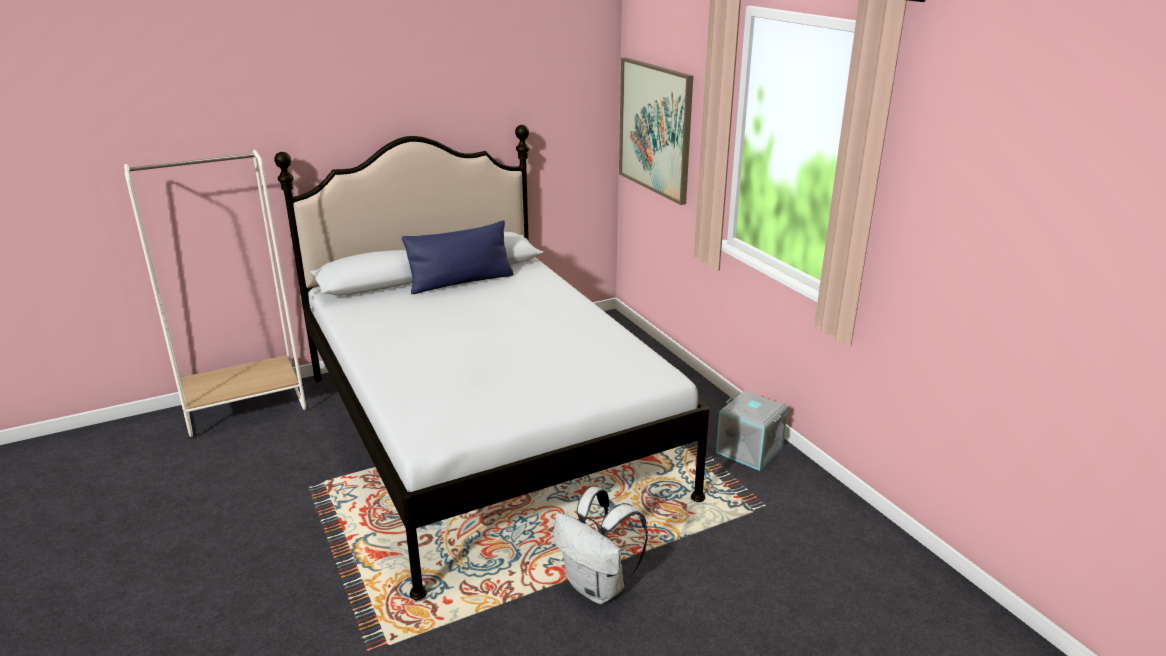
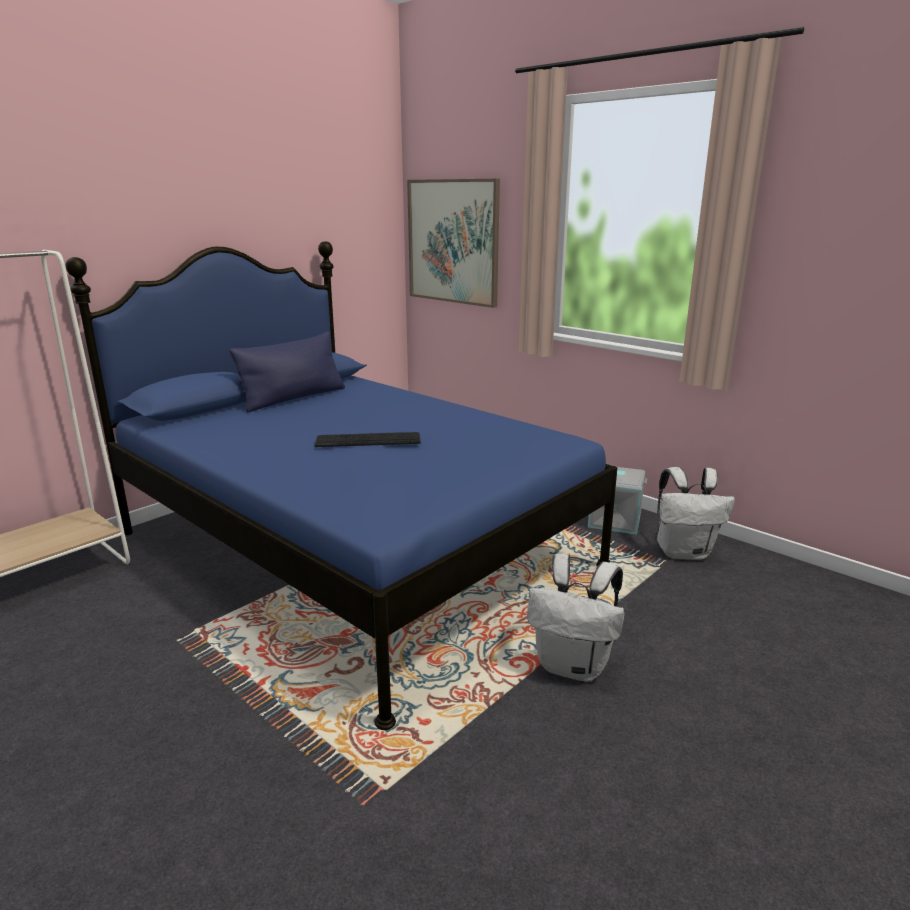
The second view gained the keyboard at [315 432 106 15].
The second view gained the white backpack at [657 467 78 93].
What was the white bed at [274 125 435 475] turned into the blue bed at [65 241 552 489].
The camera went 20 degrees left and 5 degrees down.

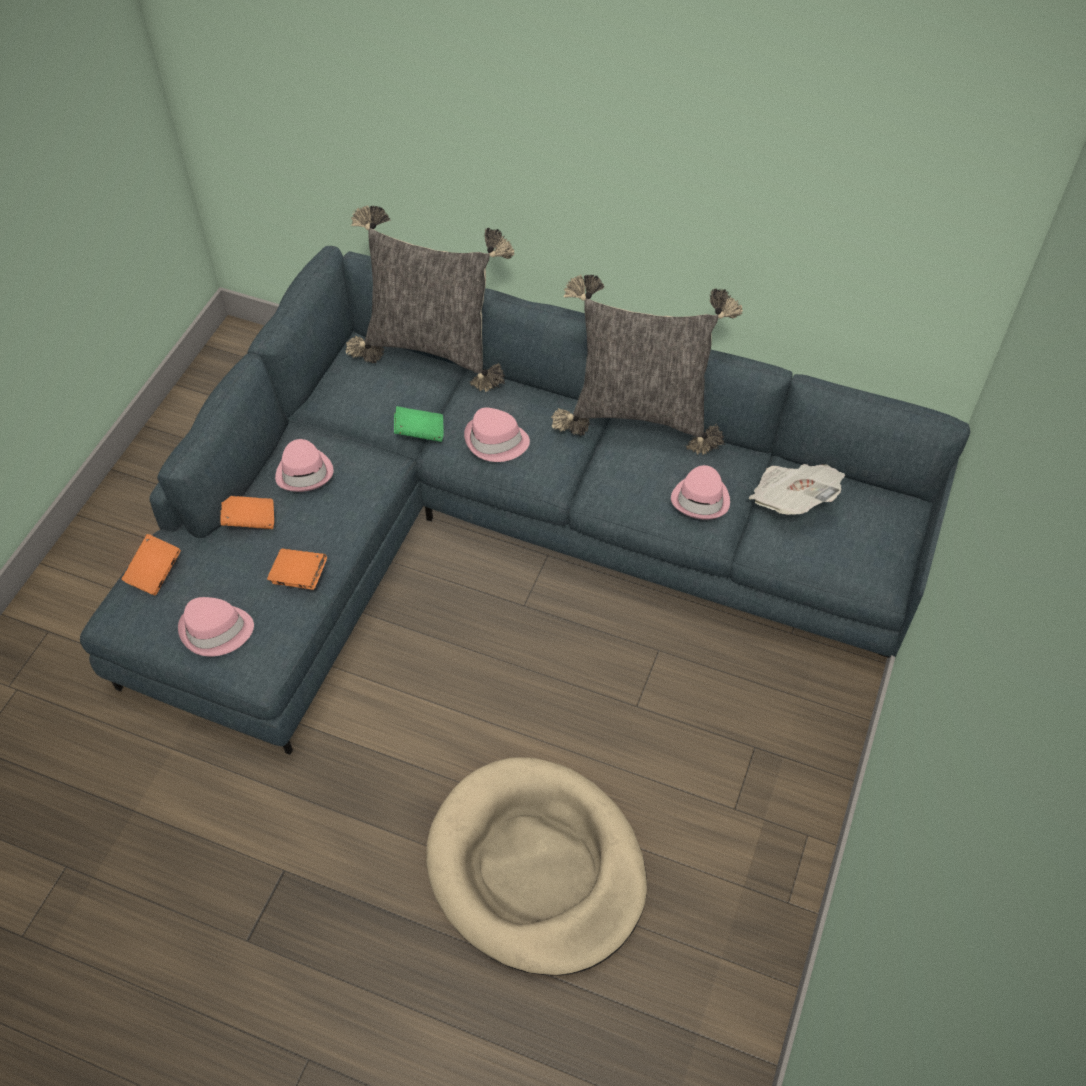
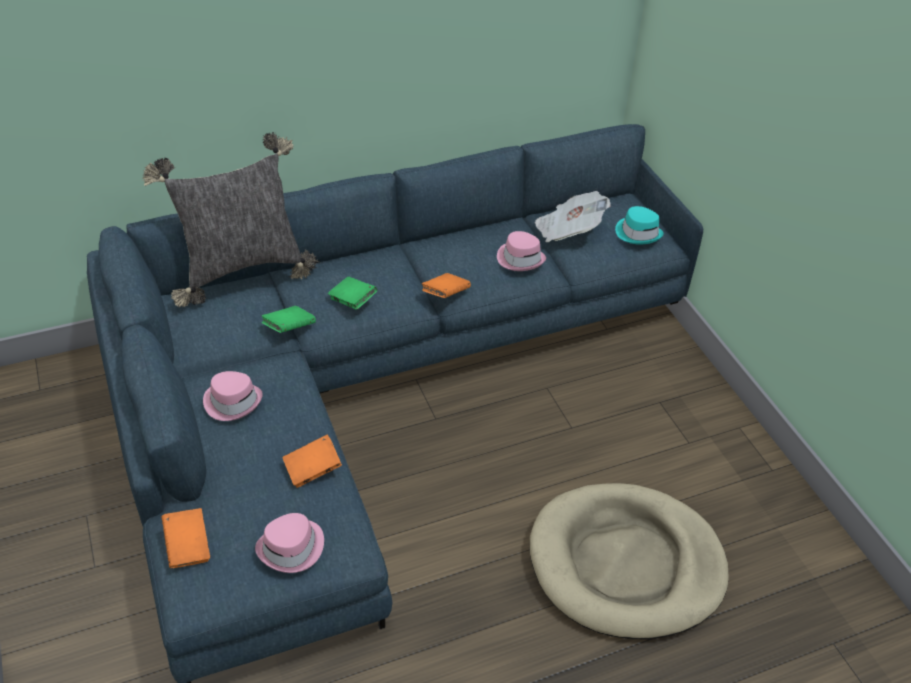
The second view lost the pillow at [551 275 192 180].
The second view gained the turquoise hat at [615 206 49 39].
The orange book ended up elsewhere, having gone from [220 496 54 33] to [422 273 49 25].
Where the pink hat stood at [464 408 66 54], the green book came to stand at [328 277 49 33].
The camera went 45 degrees left and 10 degrees down.

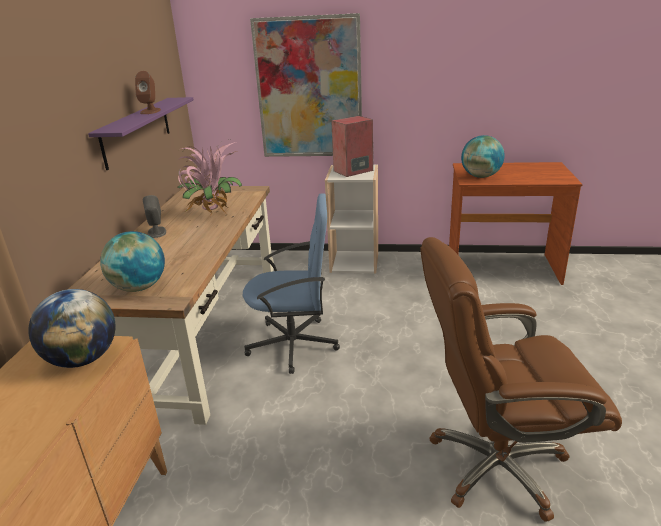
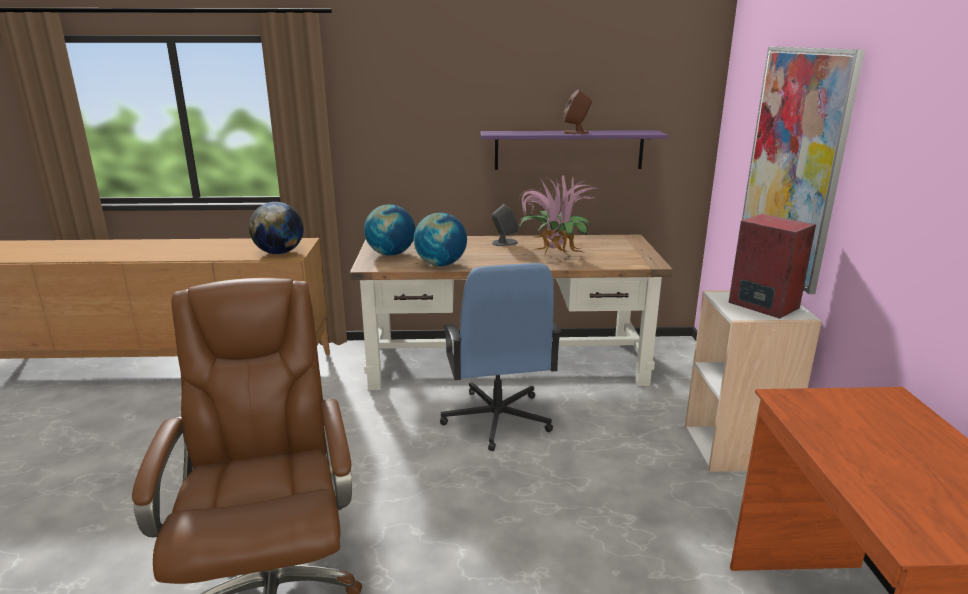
The globe ended up elsewhere, having gone from [461 135 44 43] to [414 213 53 53].
The camera went 80 degrees right and 5 degrees down.

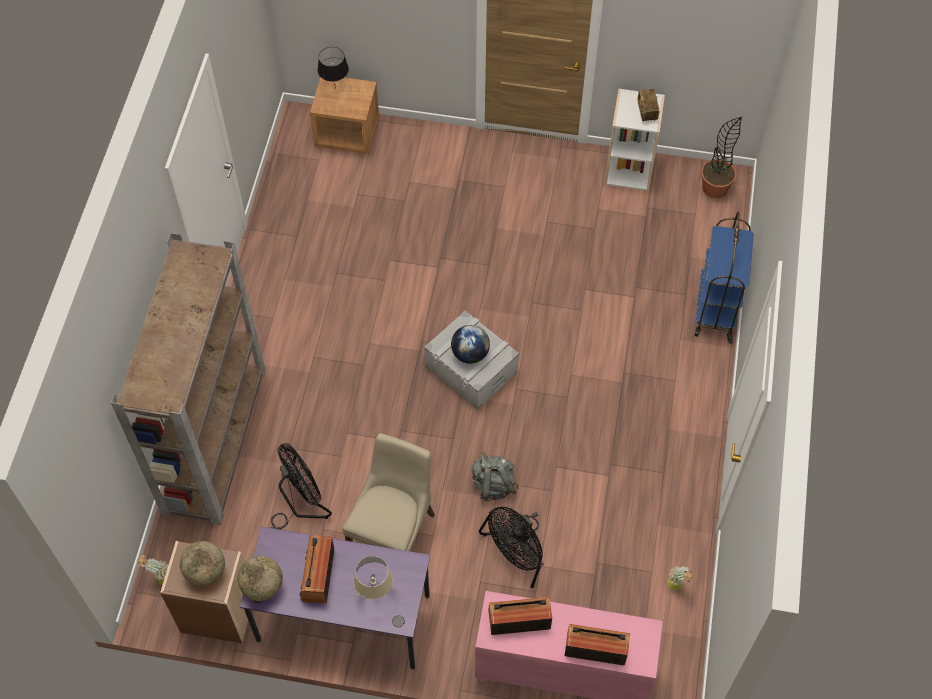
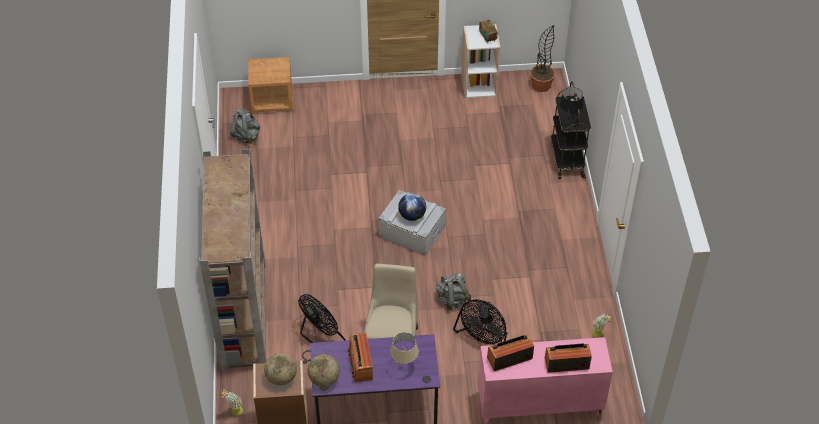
The second view gained the grey backpack at [230 108 30 36].
The black table lamp ended up elsewhere, having gone from [317 47 32 36] to [560 87 24 33].
What was the blue cart at [694 212 60 132] turned into the black cart at [551 81 40 98].
The camera went 15 degrees left and 10 degrees down.

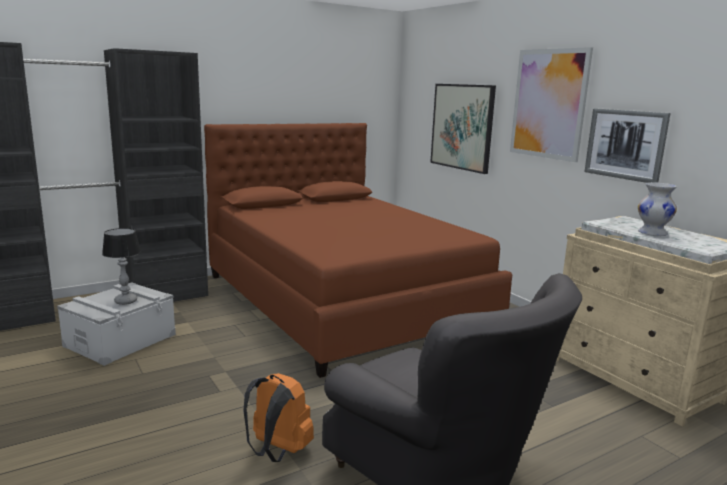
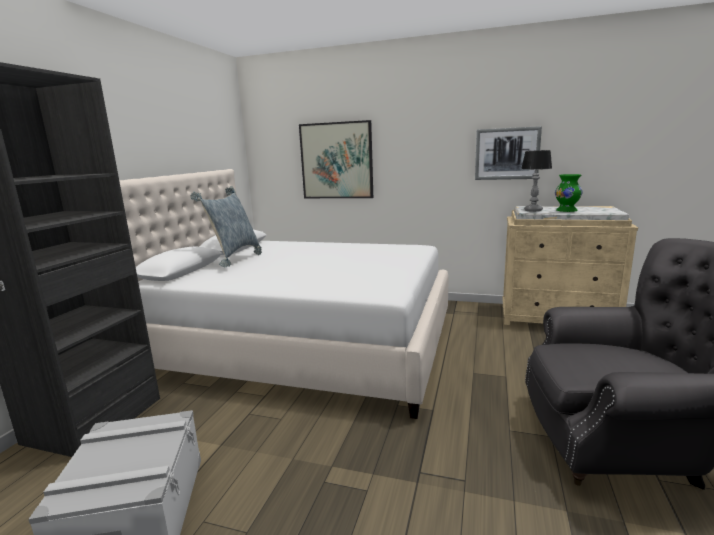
The second view lost the orange backpack at [243 373 71 89].
The second view lost the picture at [510 47 83 115].
The second view gained the pillow at [190 186 72 82].
The table lamp ended up elsewhere, having gone from [102 228 39 77] to [521 150 31 62].
What was the brown bed at [204 123 309 255] turned into the white bed at [119 169 330 250].
What was the white vase at [638 182 39 54] turned into the green vase at [555 174 28 38].
The camera went 40 degrees left and 0 degrees up.

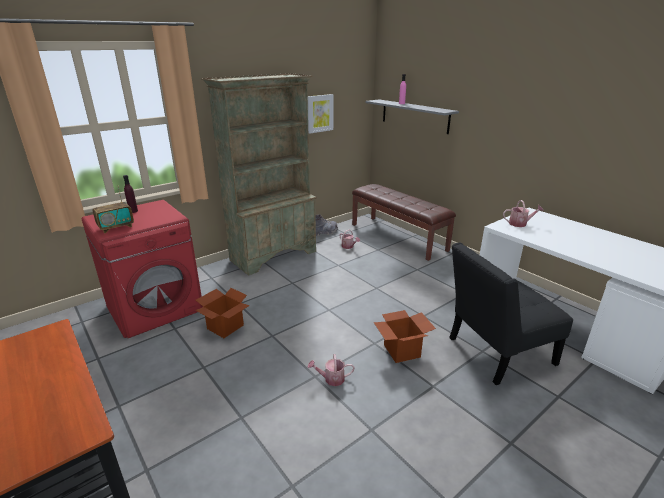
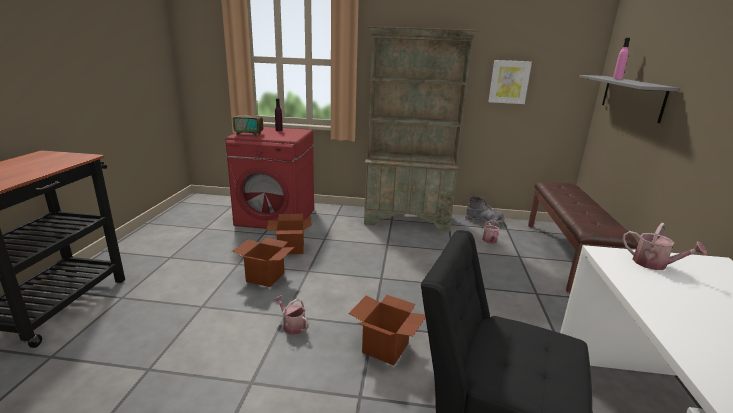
The second view gained the cardboard box at [232 238 63 49].
The camera went 45 degrees right and 5 degrees down.

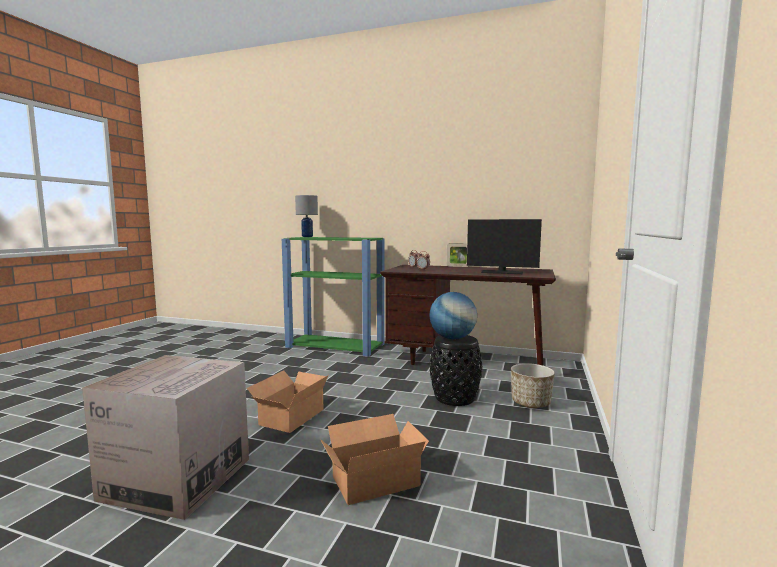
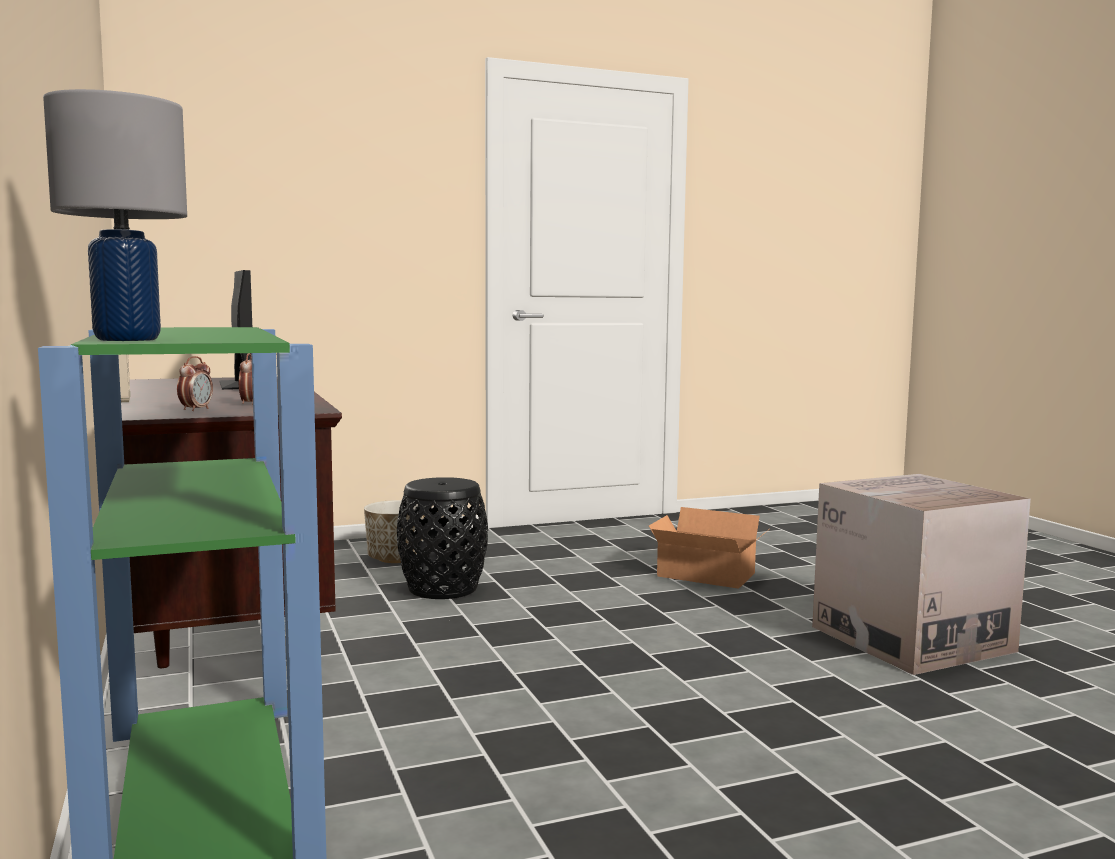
The second view lost the cardboard box at [247 370 81 63].
The second view lost the globe at [429 292 48 47].
The camera went 130 degrees left and 0 degrees up.

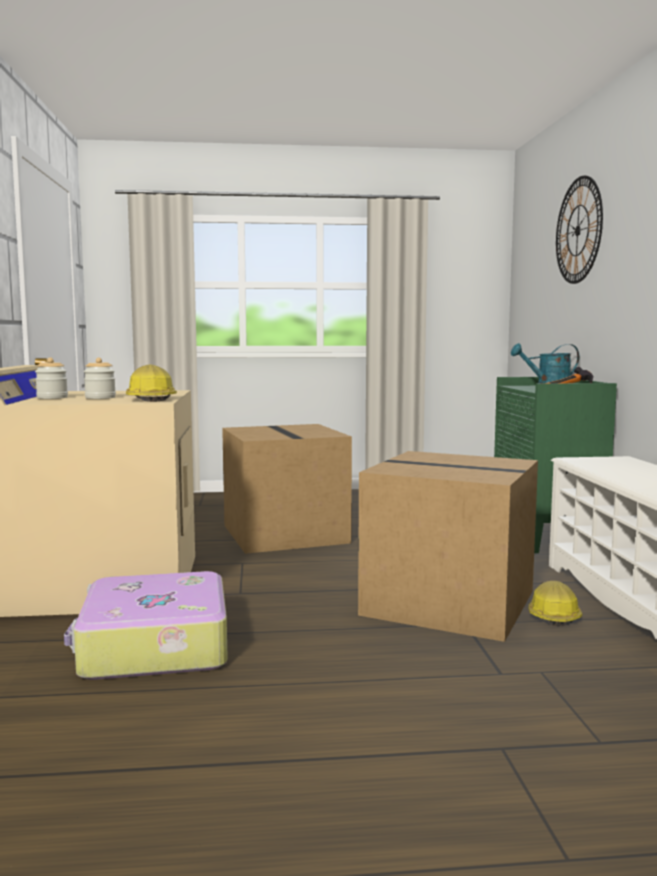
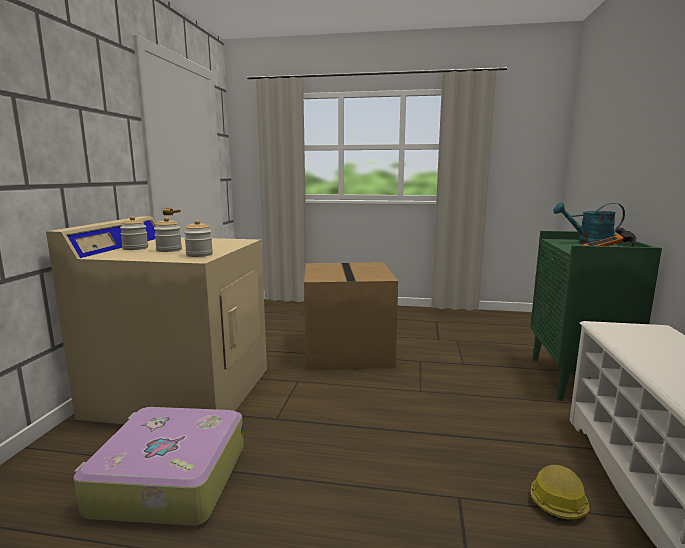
The second view lost the cardboard box at [358 451 180 191].
The second view lost the wall clock at [556 176 47 108].
Where the hard hat stood at [126 365 51 37], the jar came to stand at [184 220 29 37].
The camera went 15 degrees right and 5 degrees up.

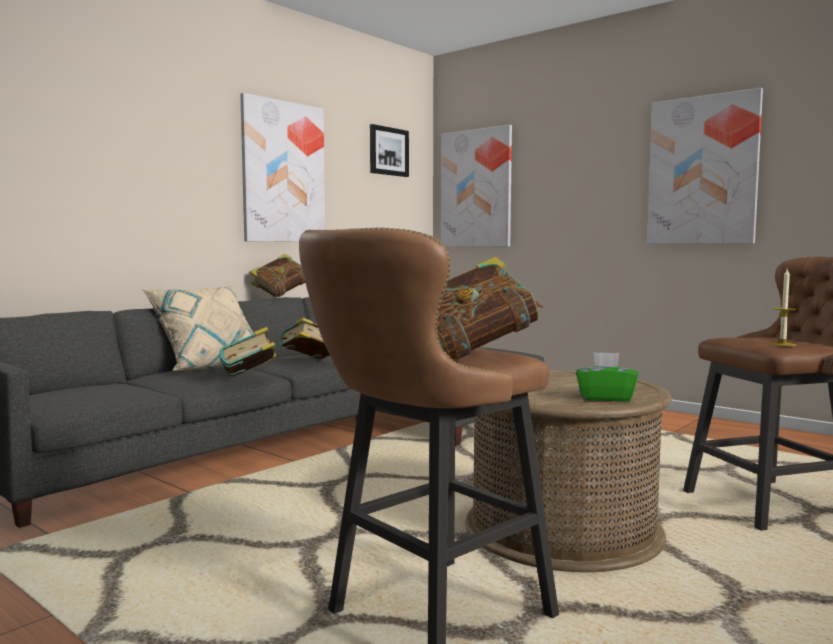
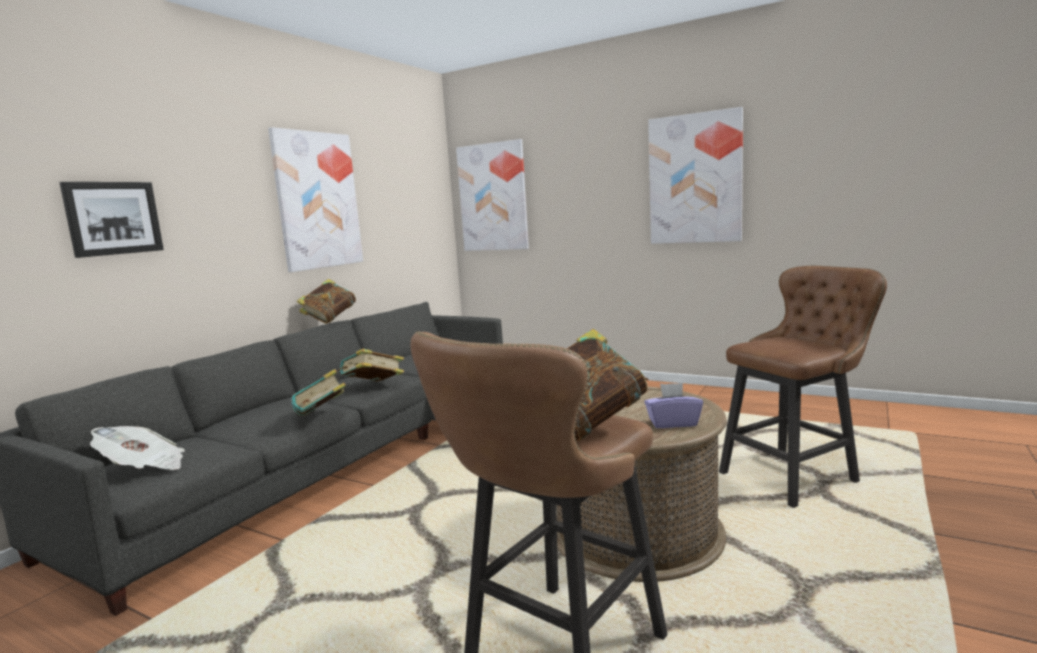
The second view lost the beige pillow at [142 286 112 85].
The second view lost the candle at [770 269 26 77].
The second view gained the newspaper at [90 426 95 44].
The picture ended up elsewhere, having gone from [370 124 39 53] to [59 182 105 76].
What was the green tissue box at [576 352 63 50] turned into the purple tissue box at [644 383 59 45].
The camera went 10 degrees left and 5 degrees up.

